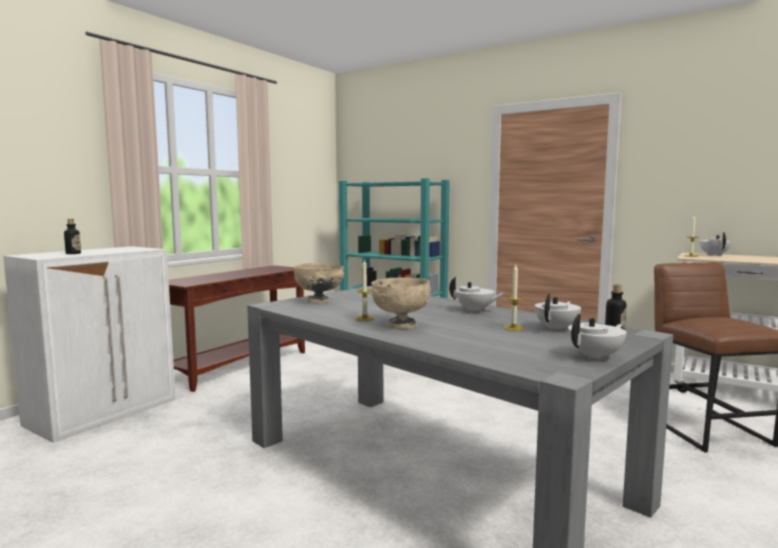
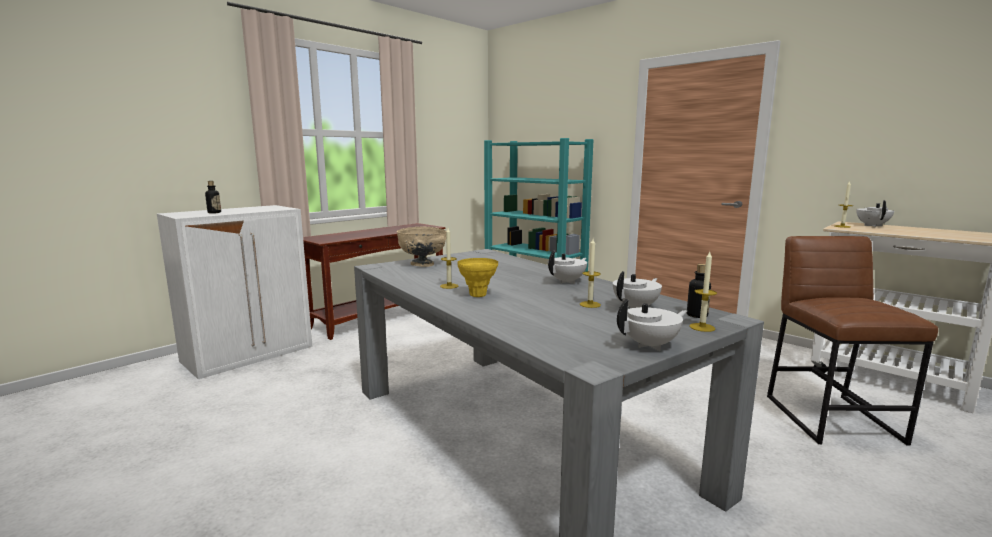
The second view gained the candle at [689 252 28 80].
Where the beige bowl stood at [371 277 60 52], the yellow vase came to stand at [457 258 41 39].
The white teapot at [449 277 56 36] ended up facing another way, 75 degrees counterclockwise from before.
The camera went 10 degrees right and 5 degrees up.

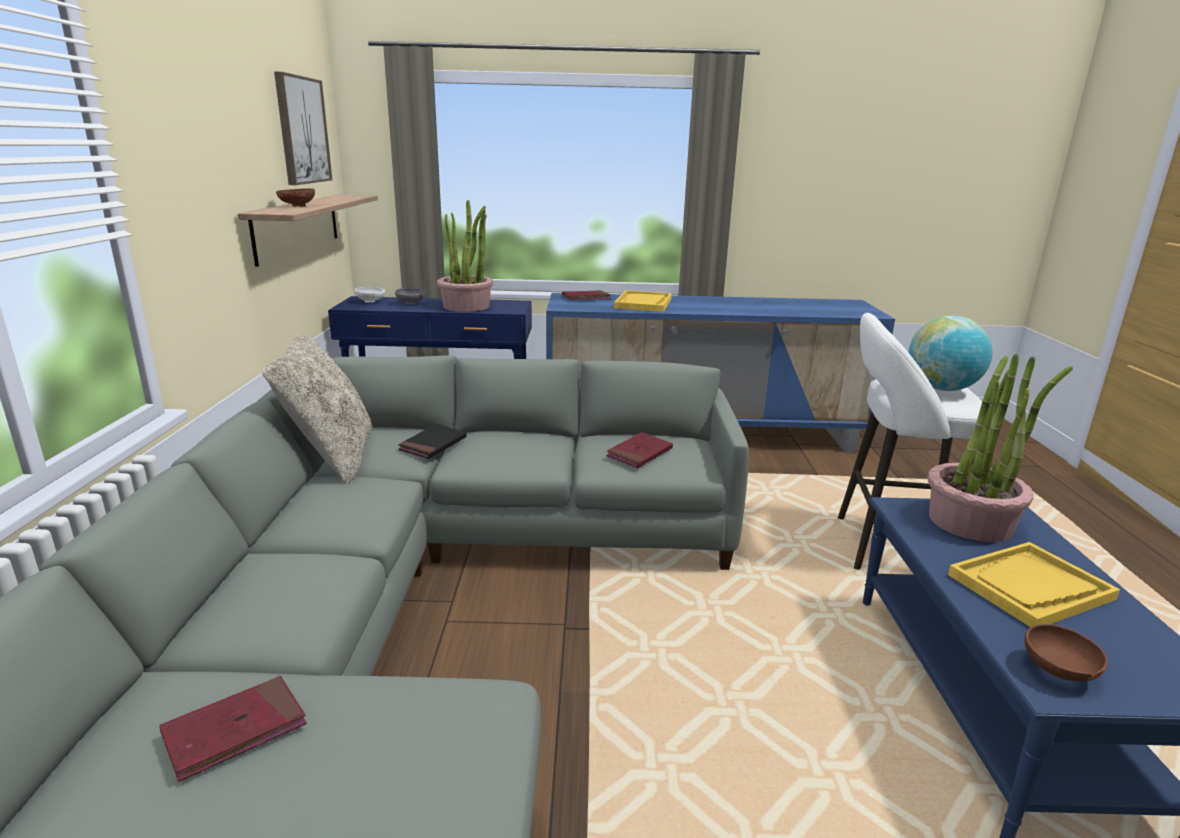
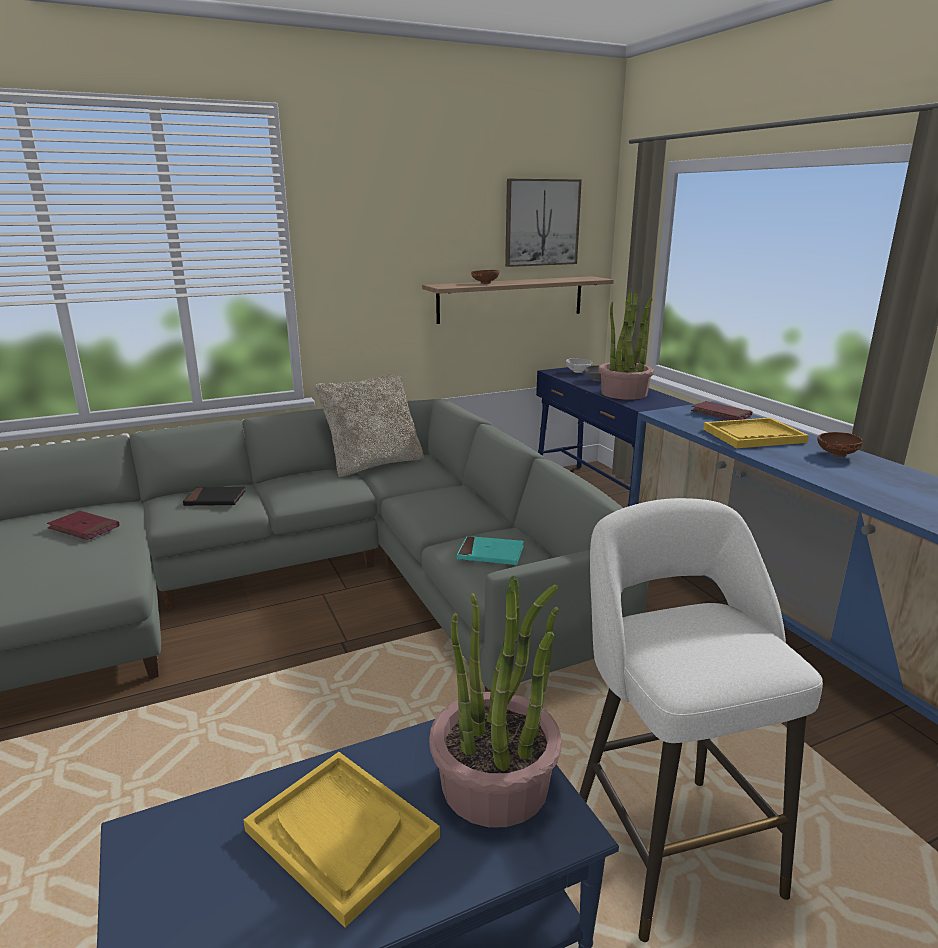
The second view lost the globe at [909 316 84 75].
The black book ended up elsewhere, having gone from [398 424 69 35] to [183 487 63 19].
The brown bowl ended up elsewhere, having gone from [1024 624 84 58] to [817 432 46 25].
What was the red book at [606 432 67 36] turned into the turquoise book at [457 536 67 29].
The camera went 65 degrees right and 0 degrees up.

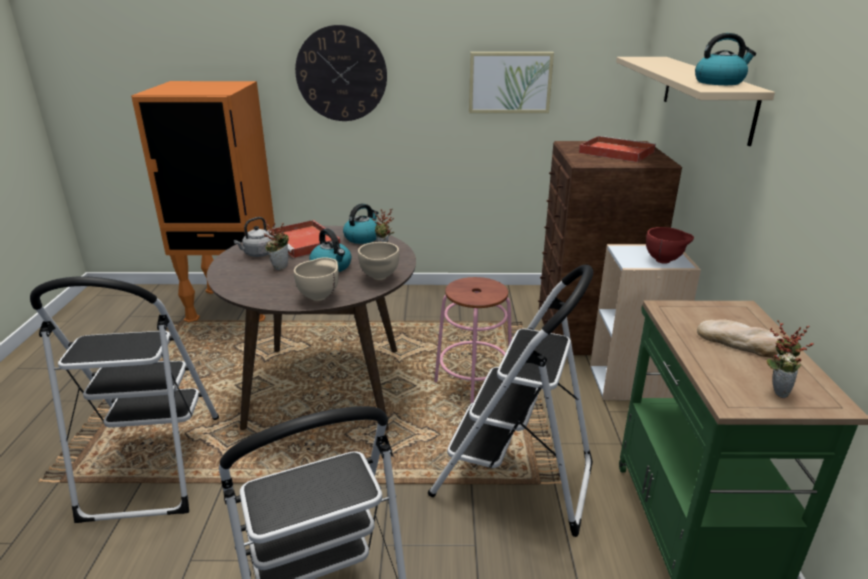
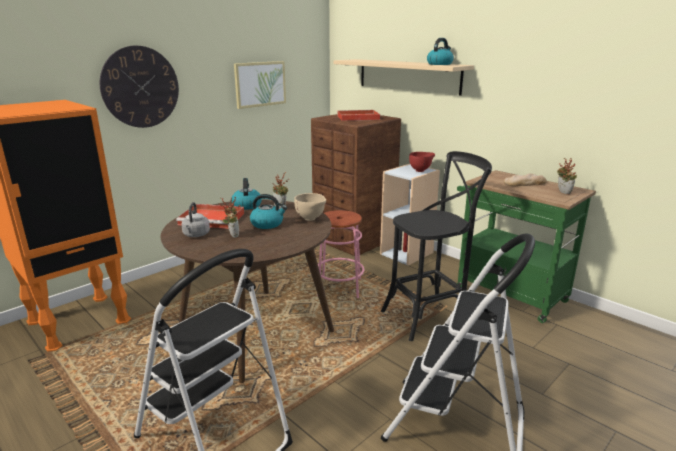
The second view lost the beige bowl at [294 257 45 44].
Where the step ladder stood at [428 264 165 273], the black stool came to stand at [381 151 111 190].
The camera went 45 degrees left and 5 degrees down.

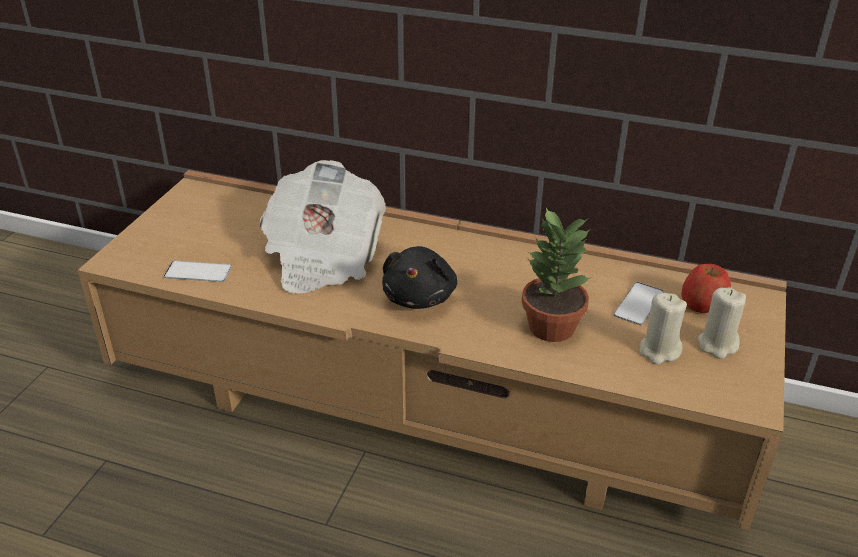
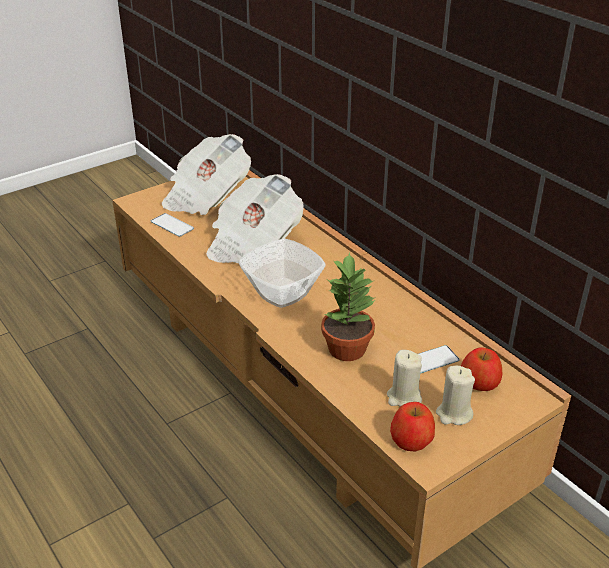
The second view gained the newspaper at [162 134 89 81].
The second view gained the apple at [390 402 45 49].
Where the black plush toy stood at [382 246 76 63], the bowl came to stand at [239 239 87 69].
The camera went 35 degrees right and 0 degrees up.

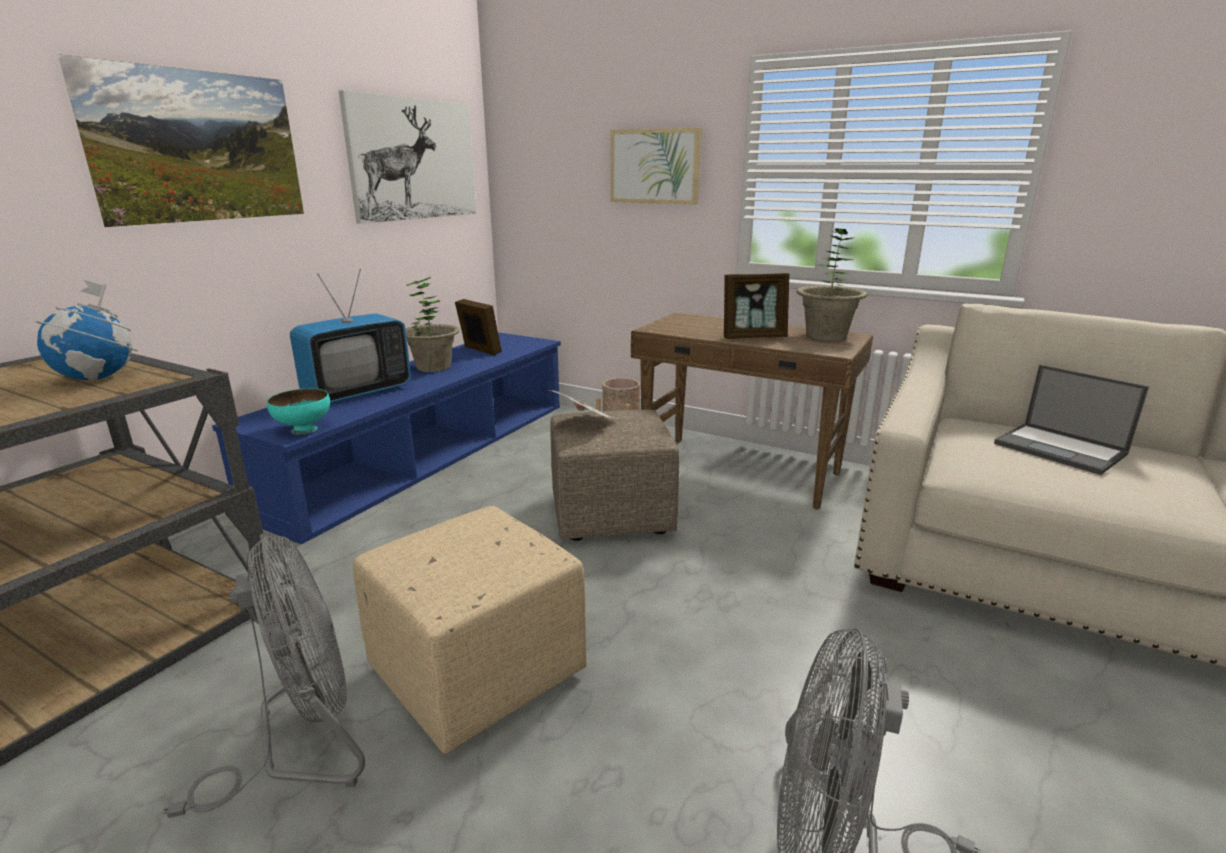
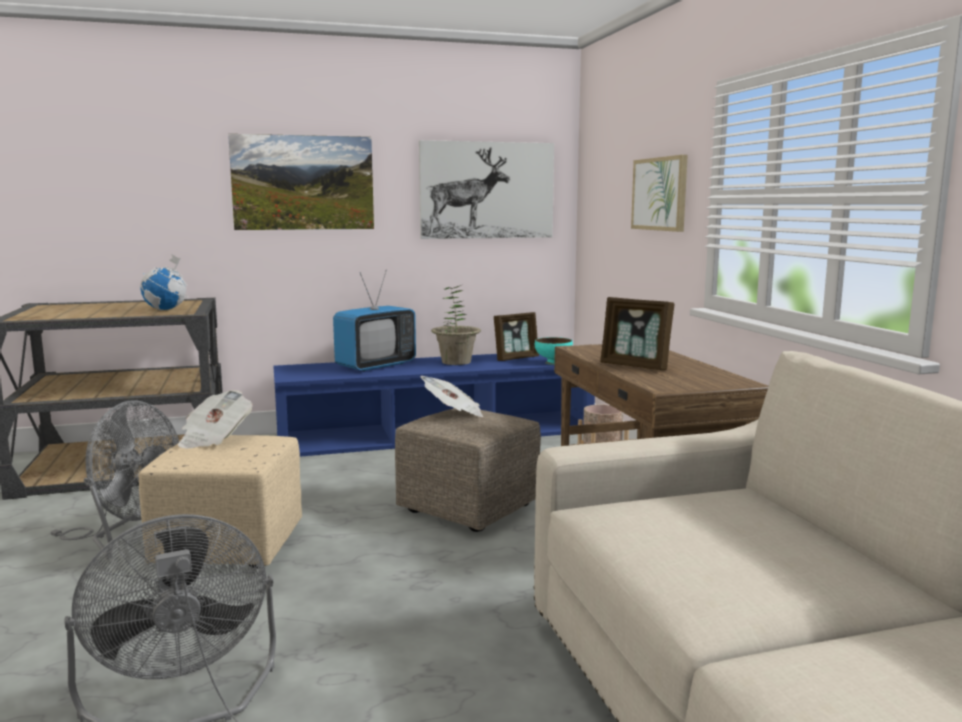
The second view lost the potted plant at [796 229 71 112].
The second view lost the laptop at [994 365 155 110].
The second view gained the newspaper at [178 390 75 58].
The turquoise bowl ended up elsewhere, having gone from [267 388 63 46] to [535 337 38 28].
The television at [290 269 121 134] ended up facing another way, 45 degrees counterclockwise from before.
The picture frame at [455 299 47 56] ended up facing another way, 60 degrees clockwise from before.
The camera went 45 degrees right and 10 degrees down.

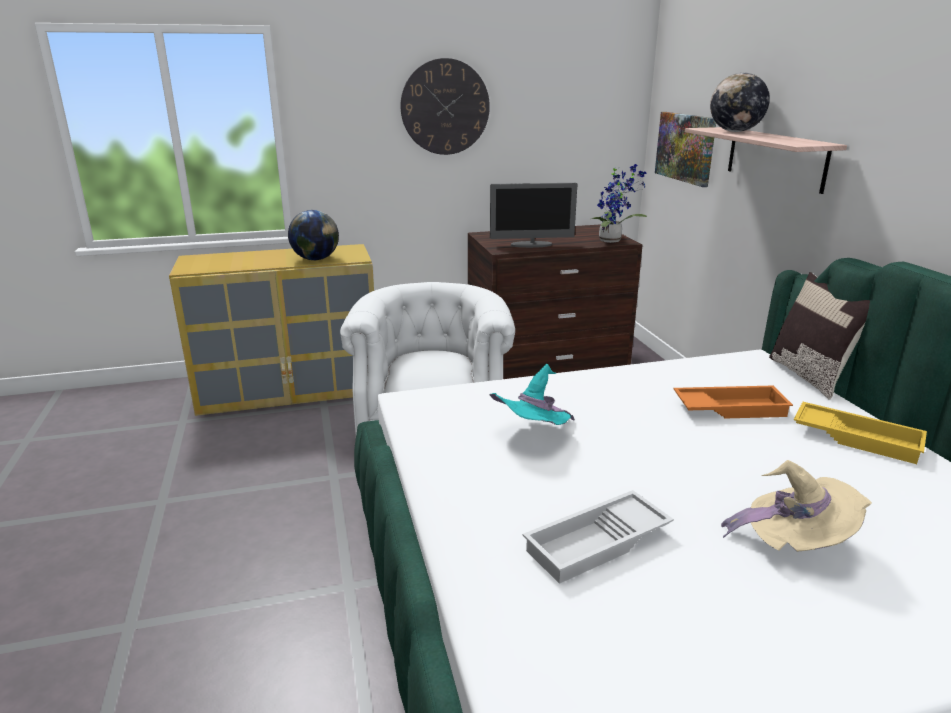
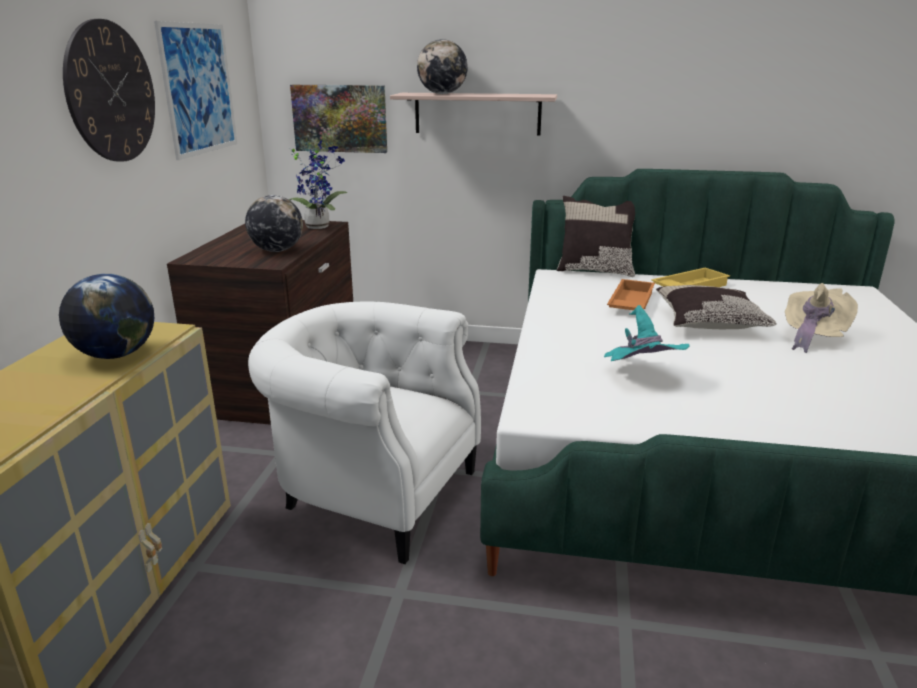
The second view lost the white tray at [523 490 151 94].
The second view gained the picture at [154 21 83 139].
The second view gained the pillow at [656 285 121 44].
Where the monitor stood at [490 183 88 65], the globe came to stand at [245 195 58 57].
The camera went 65 degrees left and 0 degrees up.

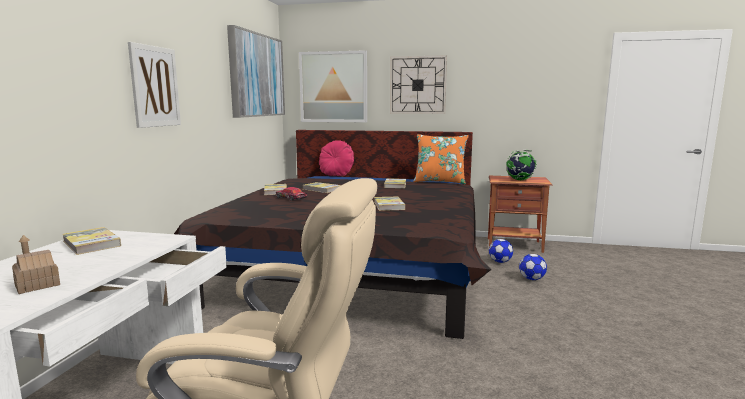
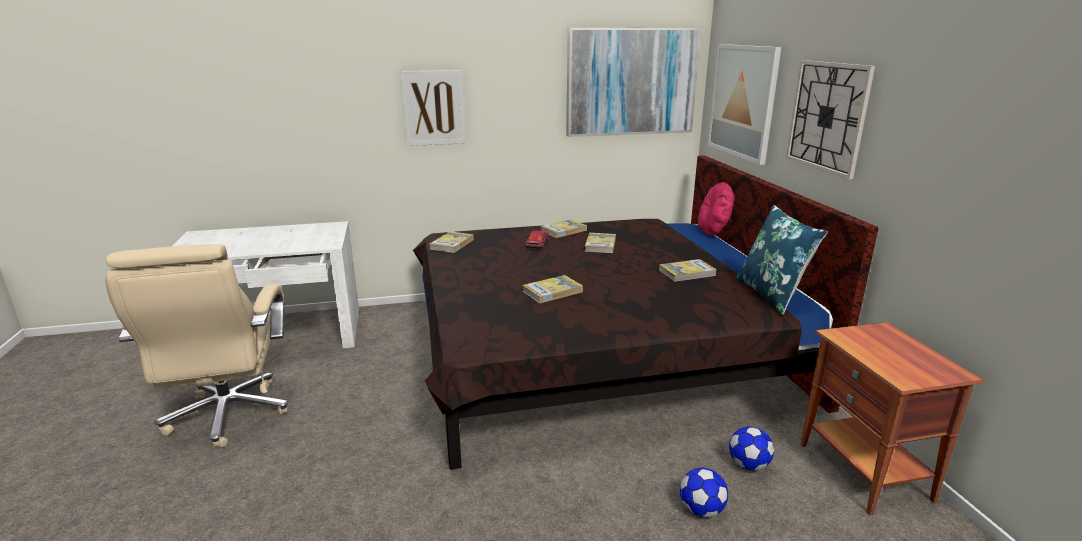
The second view lost the toy house at [12 235 48 59].
The second view lost the globe at [506 150 31 30].
The book ended up elsewhere, having gone from [62 227 59 28] to [430 231 44 22].
What was the orange pillow at [413 134 56 50] turned into the blue pillow at [736 205 92 110].
The camera went 65 degrees right and 10 degrees up.

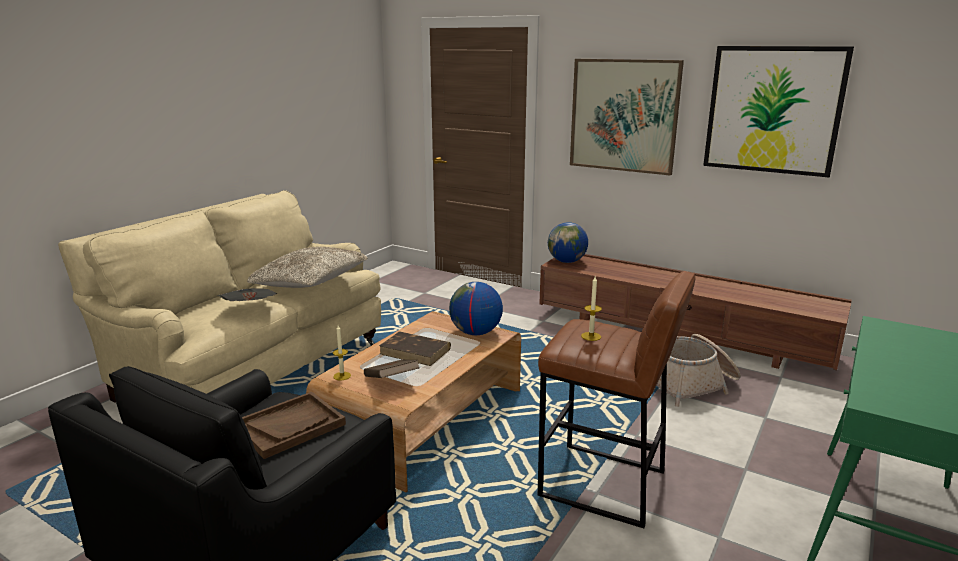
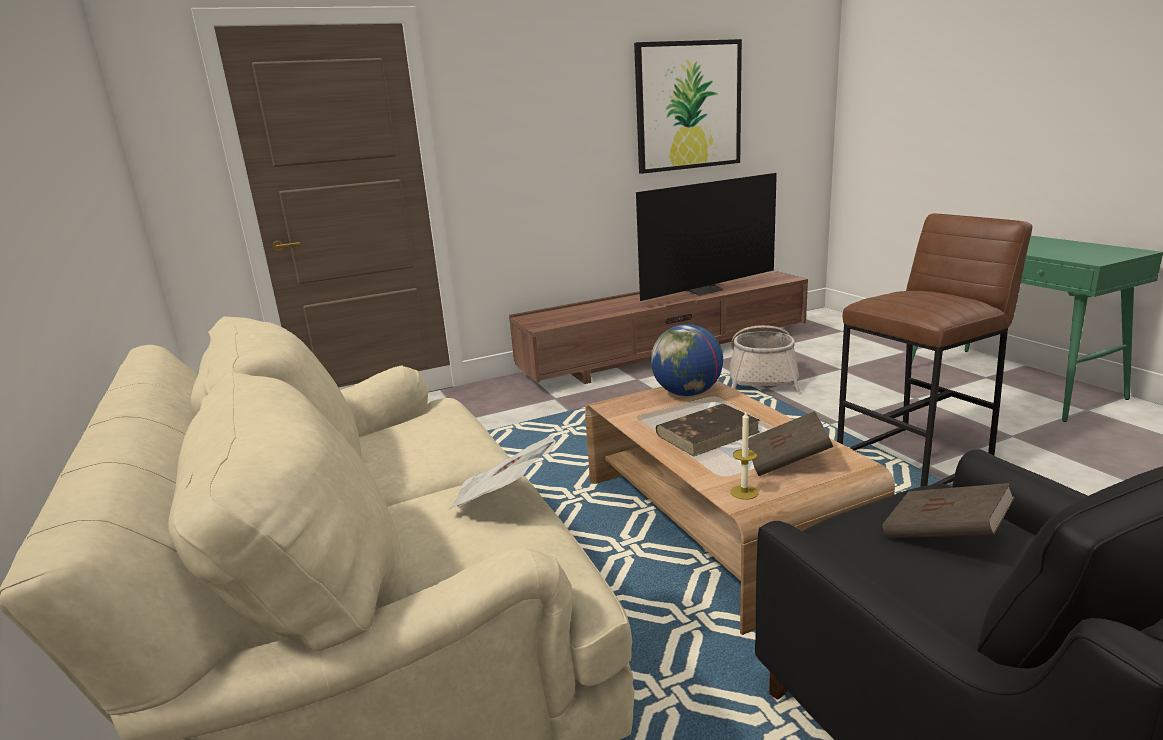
The second view lost the beige pillow at [247 247 121 41].
The second view lost the globe at [548 222 40 41].
The second view lost the picture at [570 59 114 117].
The second view lost the candle at [581 276 21 65].
The second view gained the television at [636 173 141 128].
Where the brown tray stood at [242 392 104 67], the brown book came to stand at [882 483 133 55].
The camera went 55 degrees left and 0 degrees up.

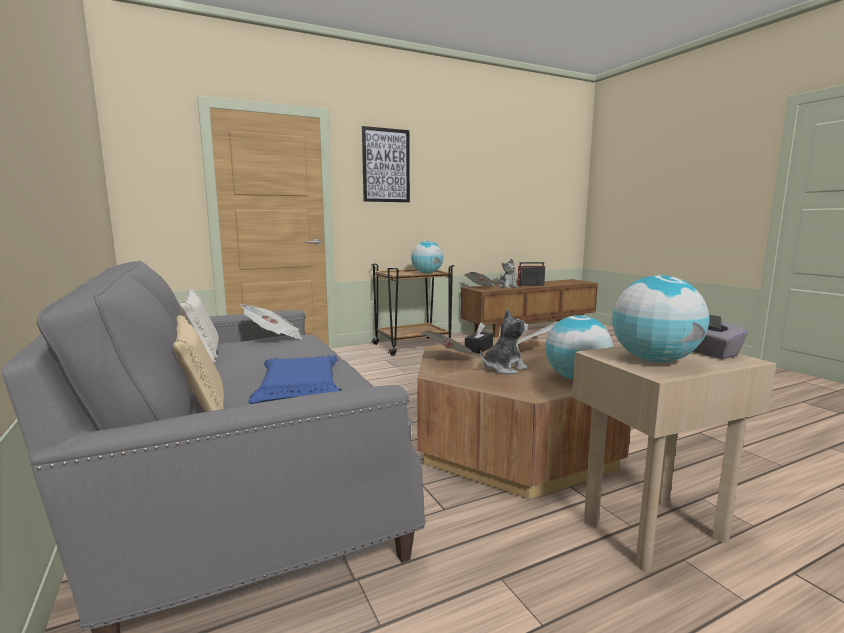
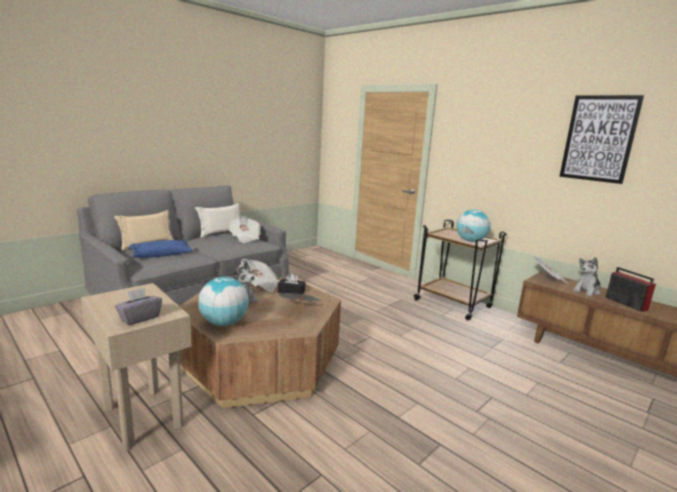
The second view lost the globe at [612 275 97 87].
The picture ended up elsewhere, having gone from [362 126 48 76] to [559 95 85 89].
The camera went 70 degrees right and 5 degrees up.

